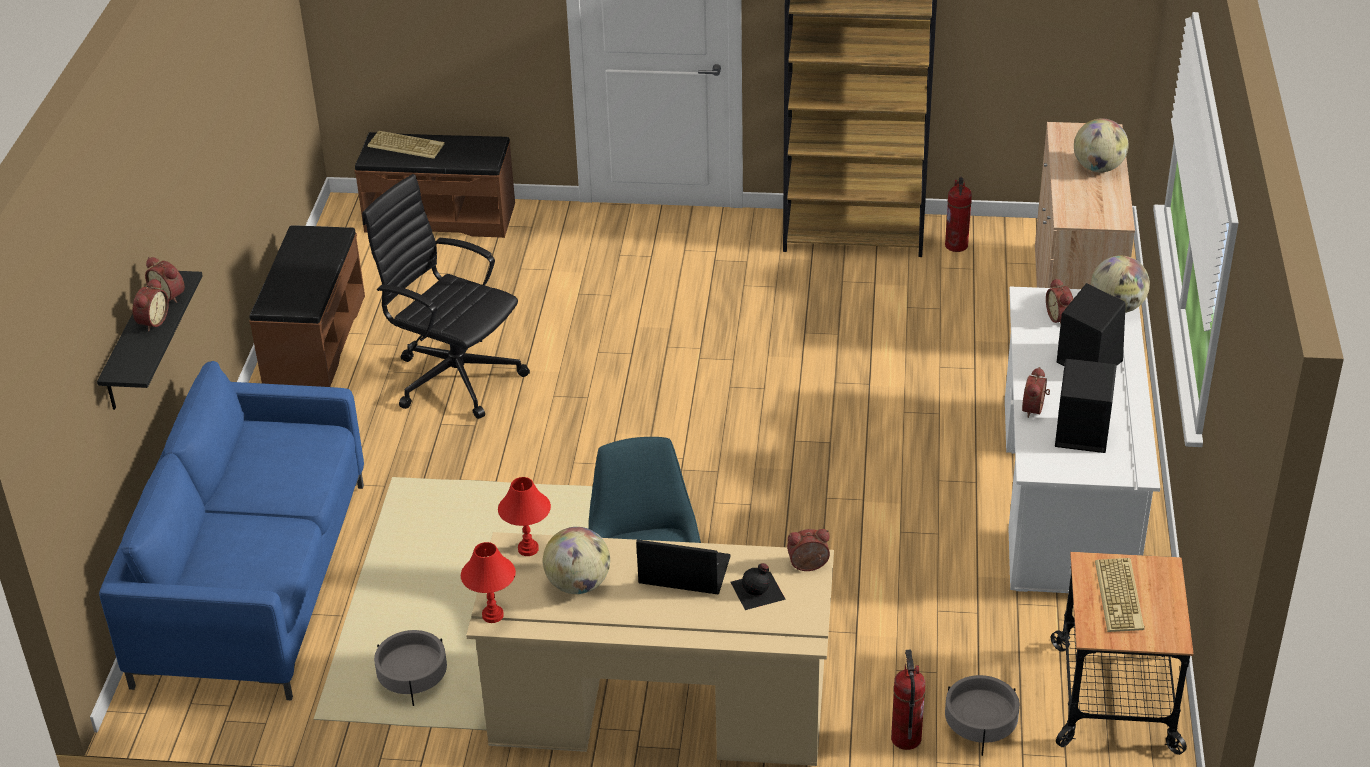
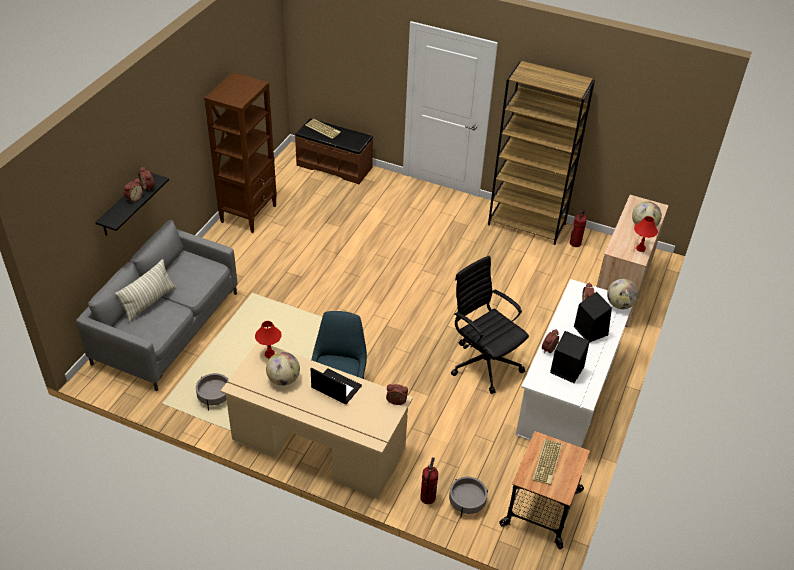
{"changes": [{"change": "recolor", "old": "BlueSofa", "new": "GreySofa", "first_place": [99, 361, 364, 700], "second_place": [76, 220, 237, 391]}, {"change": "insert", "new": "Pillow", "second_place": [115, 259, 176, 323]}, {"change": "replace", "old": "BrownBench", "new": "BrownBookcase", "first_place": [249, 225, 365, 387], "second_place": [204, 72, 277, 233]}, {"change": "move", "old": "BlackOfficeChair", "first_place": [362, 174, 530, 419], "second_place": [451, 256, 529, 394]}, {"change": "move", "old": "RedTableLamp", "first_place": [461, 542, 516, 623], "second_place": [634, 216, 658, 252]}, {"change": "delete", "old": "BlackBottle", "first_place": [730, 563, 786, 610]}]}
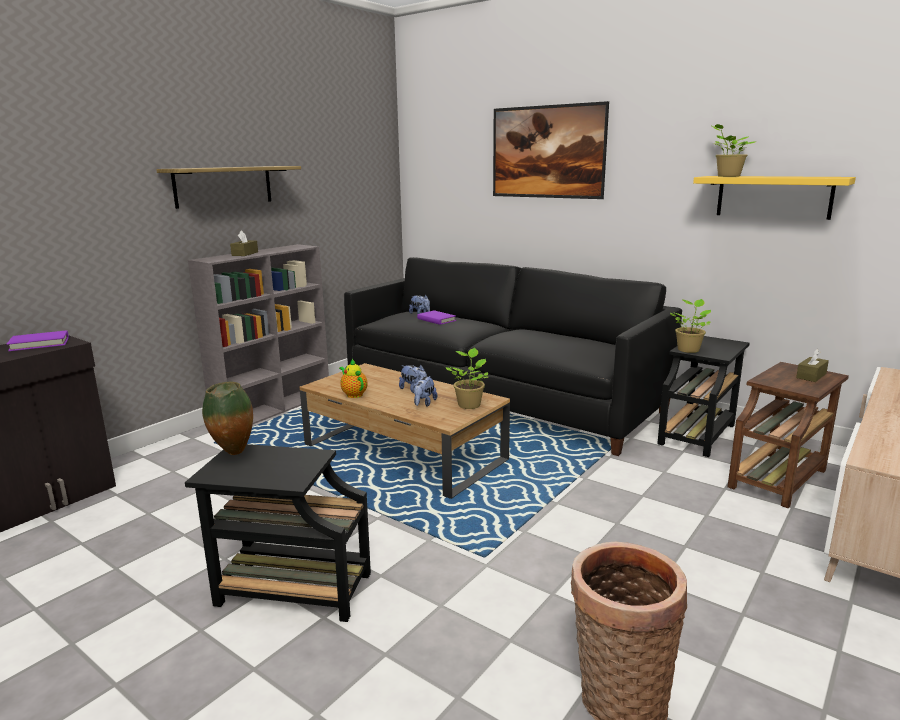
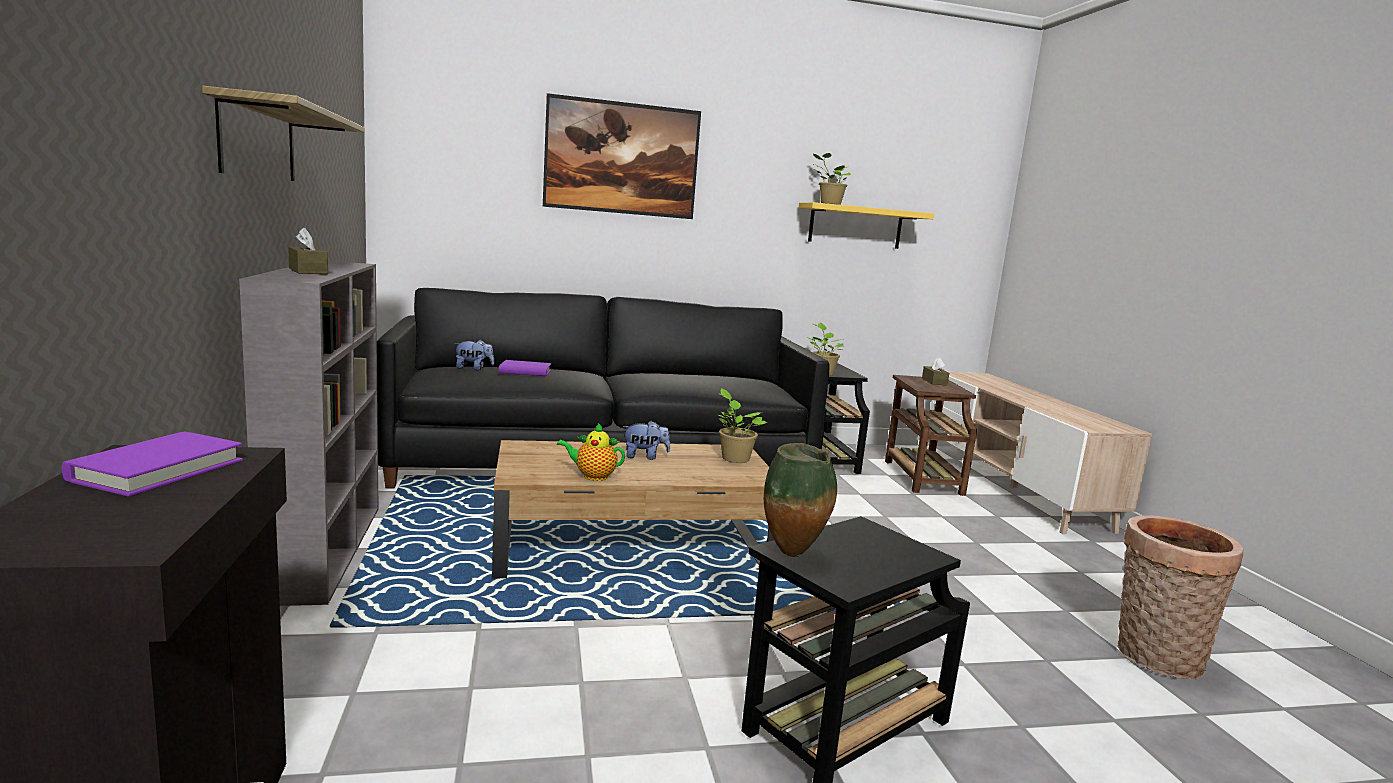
{"changes": [{"change": "delete", "old": "PlushToy", "first_place": [414, 376, 437, 407]}]}
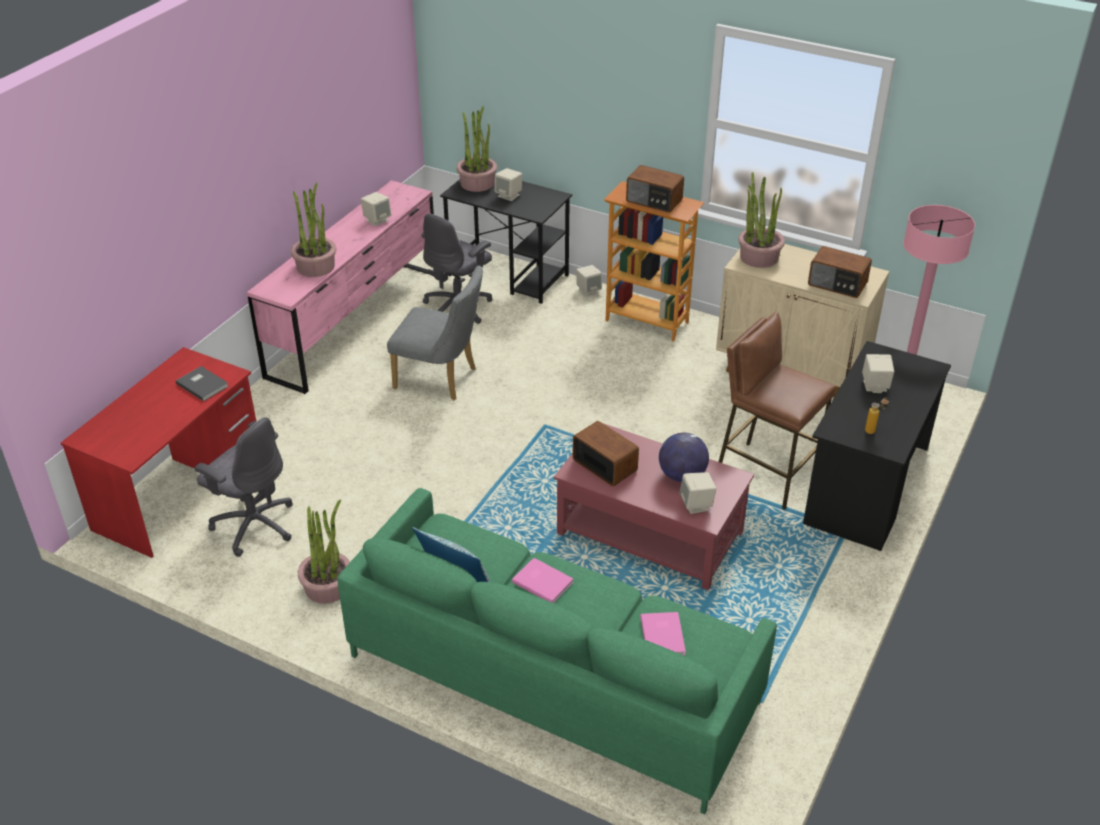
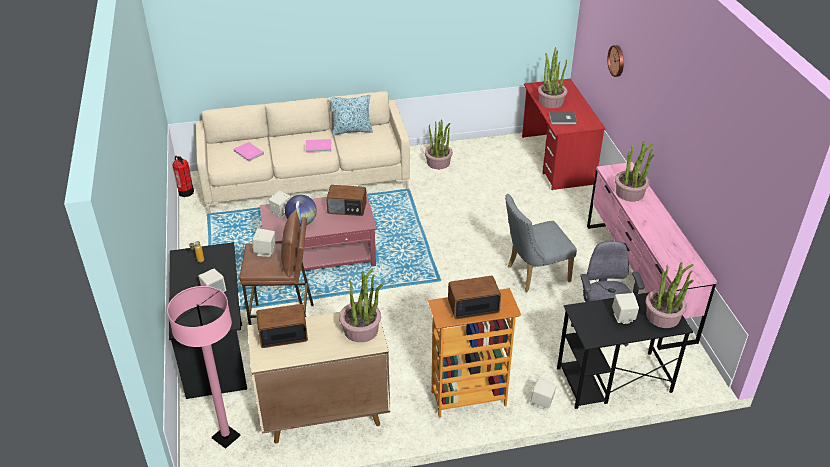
{"changes": [{"change": "insert", "new": "FireExtinguisher", "second_place": [172, 156, 194, 197]}, {"change": "recolor", "old": "GreenSofa", "new": "BeigeSofa", "first_place": [338, 488, 777, 814], "second_place": [196, 91, 410, 214]}, {"change": "move", "old": "BeigeSpeaker", "first_place": [361, 192, 391, 226], "second_place": [252, 228, 275, 257]}, {"change": "insert", "new": "PottedPlant", "second_place": [538, 47, 567, 108]}, {"change": "insert", "new": "WallClock", "second_place": [608, 45, 624, 77]}, {"change": "delete", "old": "GreyOfficeChair", "first_place": [195, 417, 293, 557]}]}
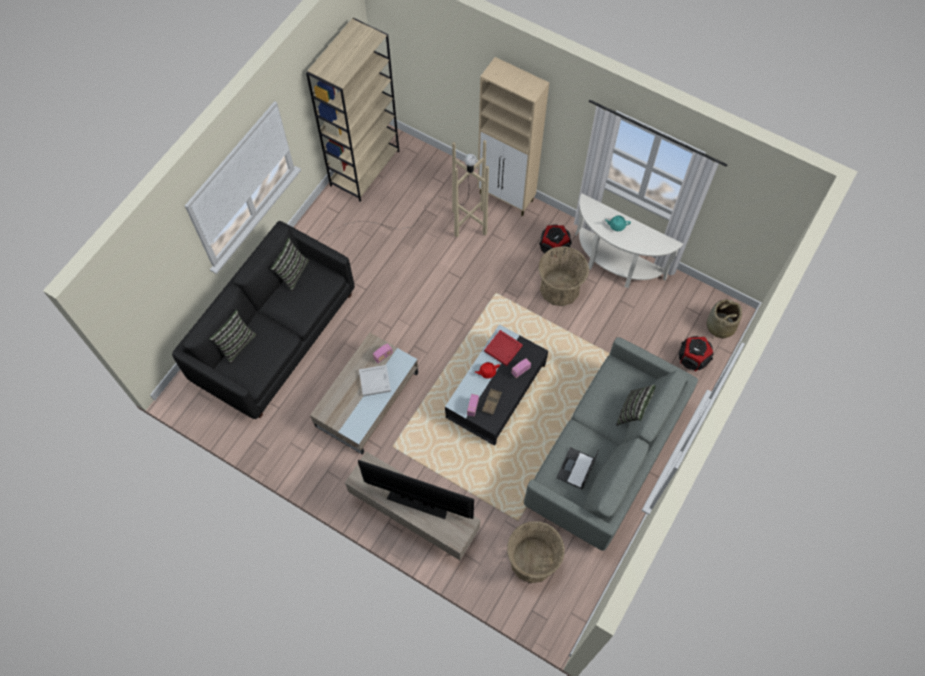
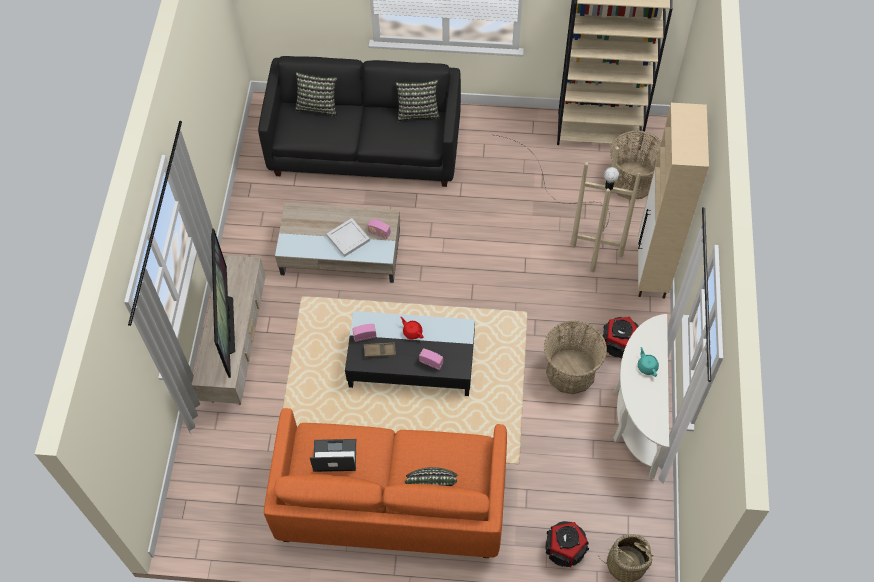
{"changes": [{"change": "recolor", "old": "GreySofa", "new": "OrangeSofa", "first_place": [524, 337, 698, 551], "second_place": [264, 408, 507, 558]}, {"change": "move", "old": "Basket", "first_place": [507, 521, 565, 583], "second_place": [610, 131, 661, 200]}, {"change": "delete", "old": "RedTray", "first_place": [484, 330, 523, 366]}]}
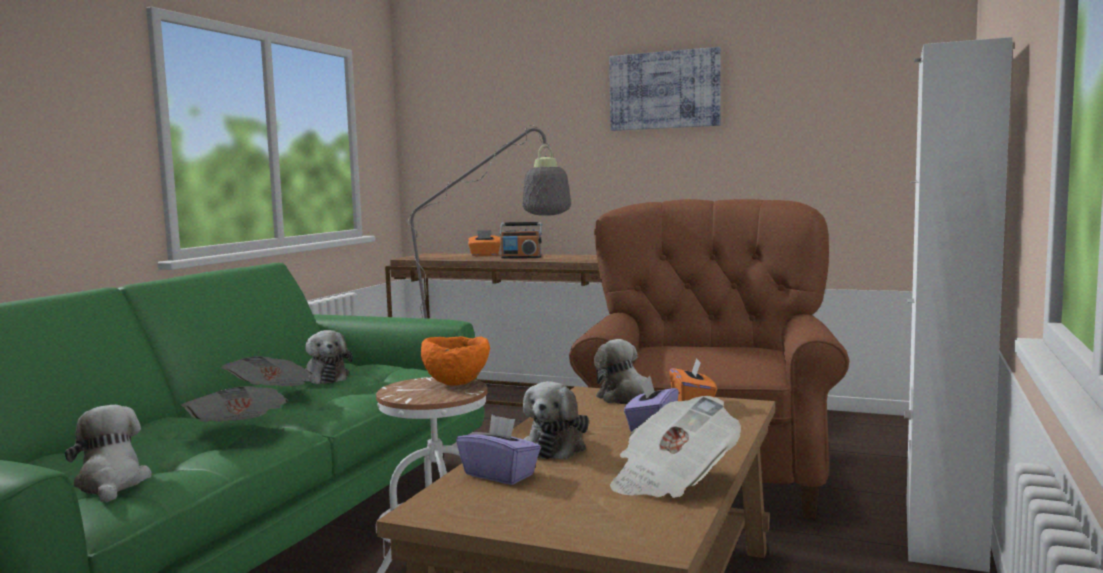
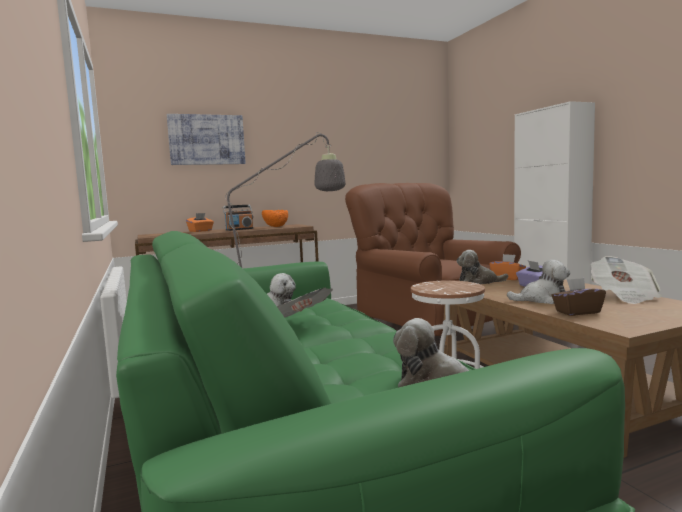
{"changes": [{"change": "move", "old": "Picture", "first_place": [609, 47, 720, 131], "second_place": [167, 114, 246, 165]}, {"change": "move", "old": "OrangeBowl", "first_place": [421, 336, 490, 386], "second_place": [262, 210, 288, 227]}, {"change": "rotate", "old": "PlushToy", "first_place": [523, 381, 589, 460], "second_place": [507, 260, 570, 304], "degrees": -60}, {"change": "recolor", "old": "PurpleTissueBox", "new": "BrownTissueBox", "first_place": [456, 415, 541, 485], "second_place": [551, 278, 606, 316]}, {"change": "delete", "old": "Newspaper", "first_place": [181, 386, 288, 422]}]}
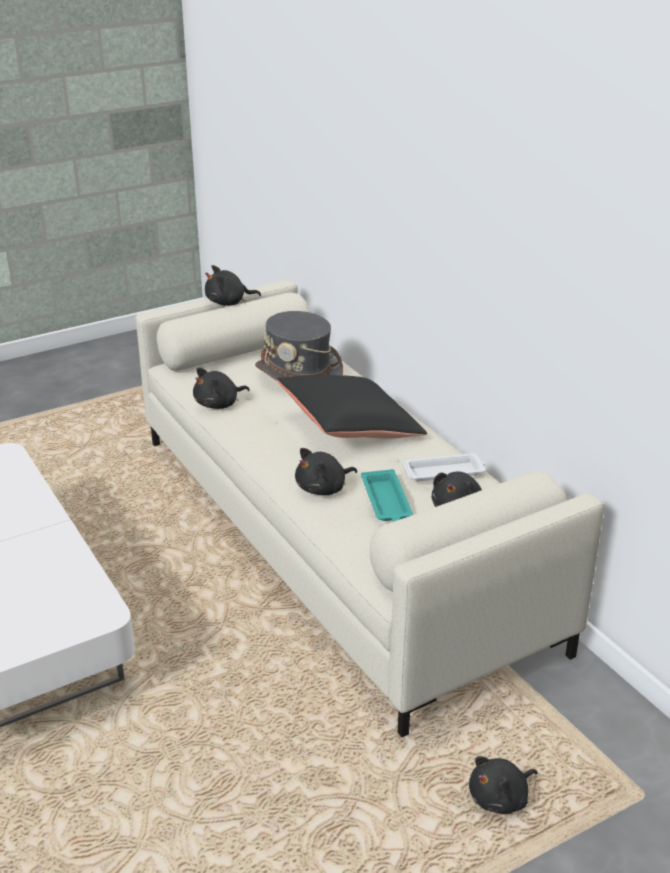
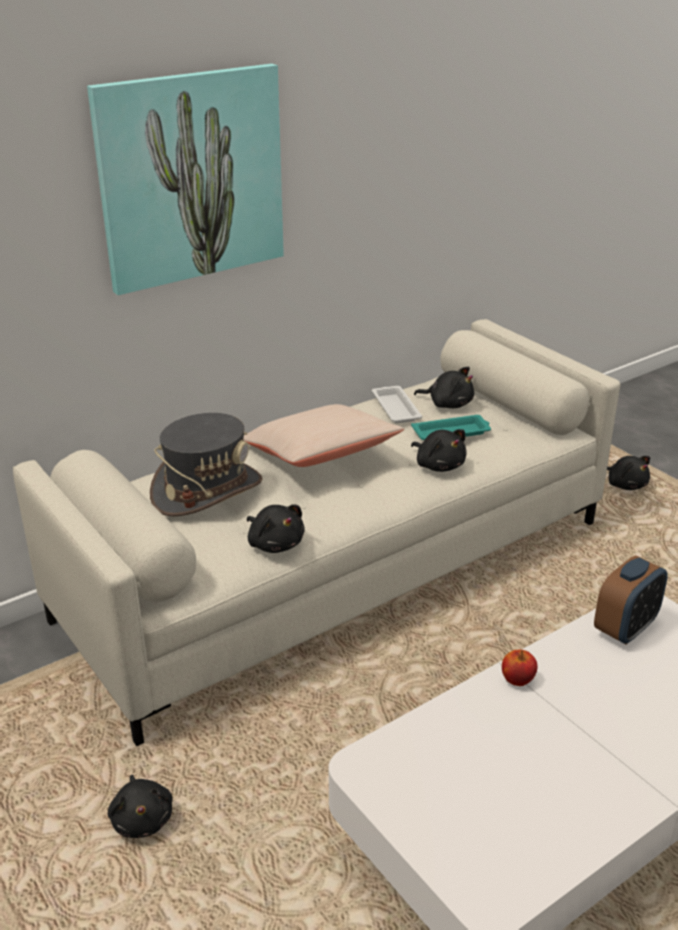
{"changes": [{"change": "insert", "new": "Picture", "second_place": [87, 64, 284, 295]}, {"change": "move", "old": "BlackPlushToy", "first_place": [205, 265, 261, 306], "second_place": [108, 775, 173, 838]}, {"change": "recolor", "old": "BlackPillow", "new": "BeigePillow", "first_place": [277, 375, 427, 439], "second_place": [243, 404, 404, 467]}, {"change": "insert", "new": "Apple", "second_place": [502, 650, 537, 686]}, {"change": "insert", "new": "AlarmClock", "second_place": [594, 556, 668, 645]}]}
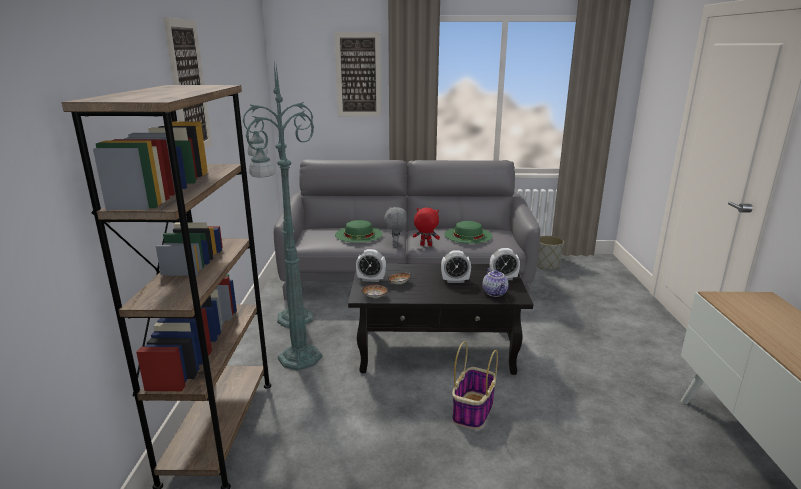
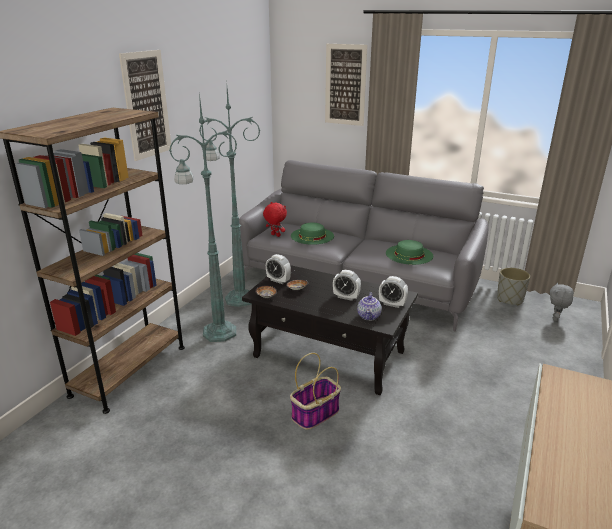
{"changes": [{"change": "move", "old": "RedPlushToy", "first_place": [413, 208, 440, 246], "second_place": [263, 202, 287, 237]}, {"change": "move", "old": "GreyPlushToy", "first_place": [384, 207, 407, 247], "second_place": [550, 282, 574, 321]}]}
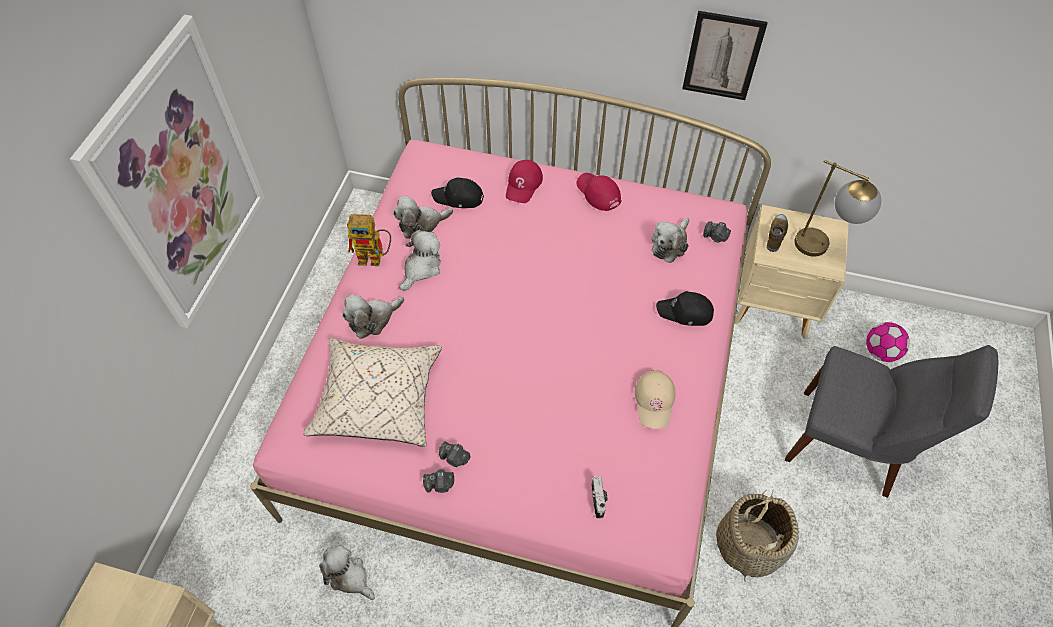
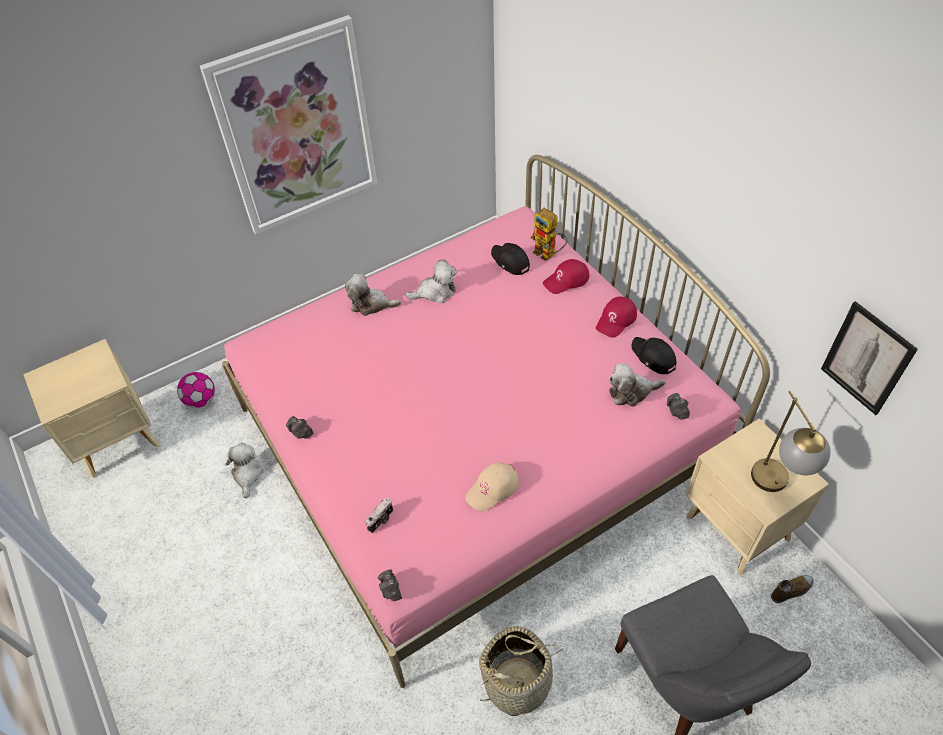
{"changes": [{"change": "move", "old": "Football", "first_place": [866, 322, 910, 362], "second_place": [177, 372, 215, 408]}, {"change": "move", "old": "PhotoCamera", "first_place": [439, 441, 470, 467], "second_place": [378, 570, 402, 601]}, {"change": "move", "old": "ToyRobot", "first_place": [347, 214, 391, 266], "second_place": [530, 208, 567, 261]}, {"change": "rotate", "old": "RedCap", "first_place": [577, 173, 621, 211], "second_place": [596, 297, 637, 338], "degrees": -150}, {"change": "move", "old": "BlackCap", "first_place": [656, 291, 714, 326], "second_place": [632, 337, 677, 374]}, {"change": "move", "old": "Shoe", "first_place": [767, 214, 788, 252], "second_place": [771, 575, 814, 603]}, {"change": "move", "old": "Picture", "first_place": [682, 11, 768, 100], "second_place": [821, 301, 918, 415]}, {"change": "delete", "old": "BeigePillow", "first_place": [303, 338, 442, 447]}, {"change": "delete", "old": "PlushToy", "first_place": [393, 196, 453, 239]}]}
